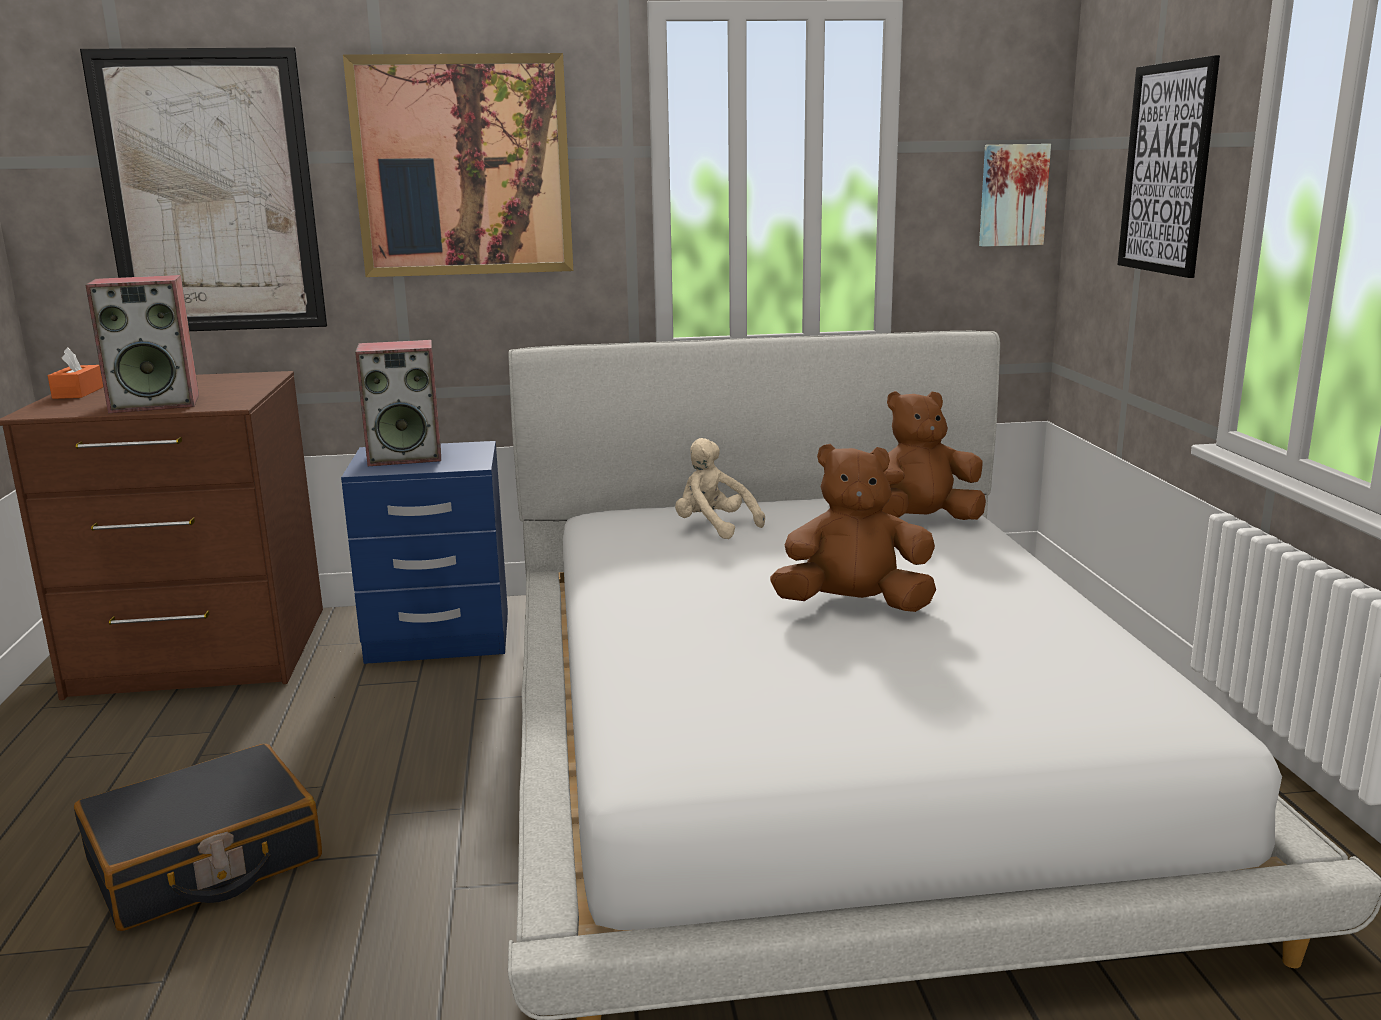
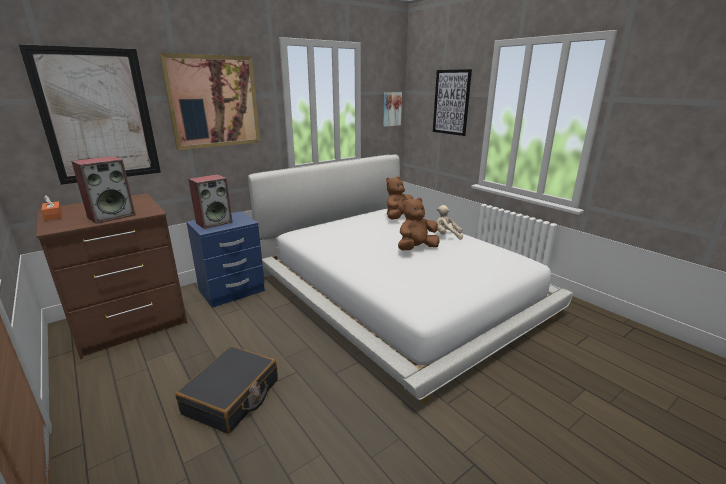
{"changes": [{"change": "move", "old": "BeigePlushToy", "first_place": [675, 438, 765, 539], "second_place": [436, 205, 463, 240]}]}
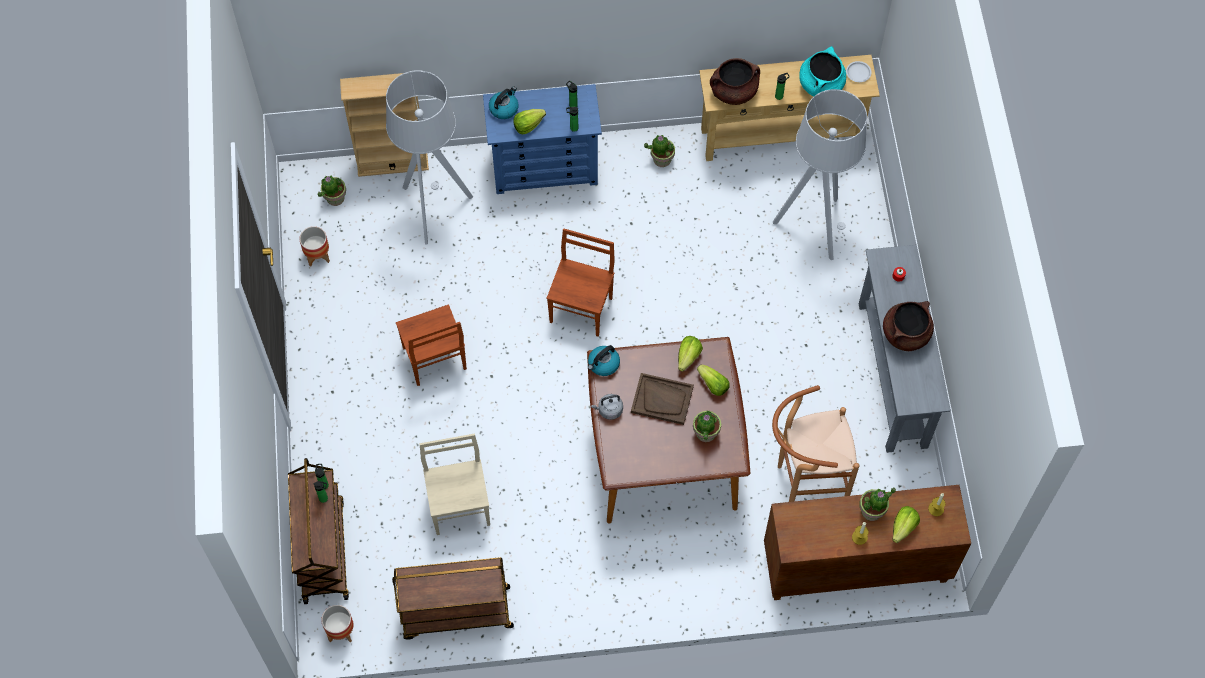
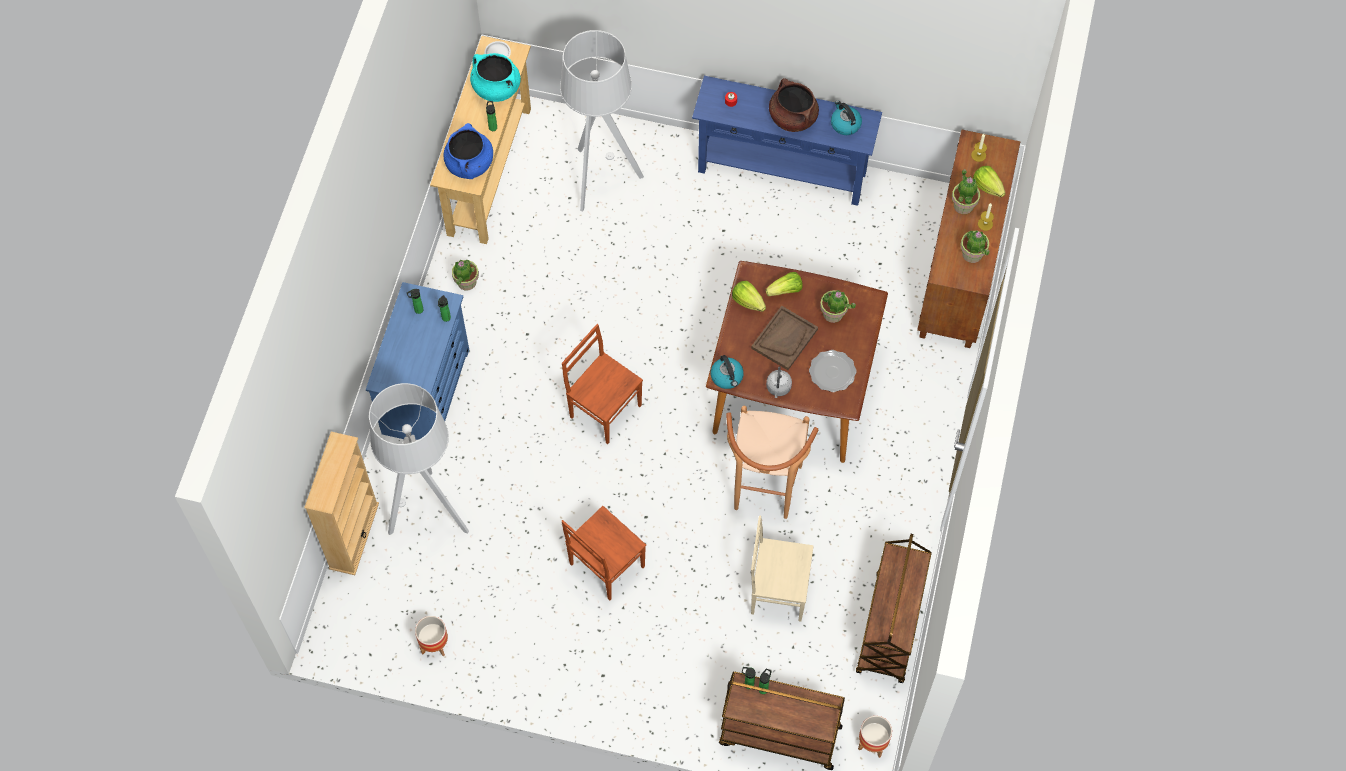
{"changes": [{"change": "recolor", "old": "BrownCookingPot", "new": "BlueCookingPot", "first_place": [710, 58, 760, 105], "second_place": [443, 123, 493, 179]}, {"change": "rotate", "old": "BrownChair", "first_place": [396, 304, 467, 386], "second_place": [562, 506, 646, 601], "degrees": 135}, {"change": "recolor", "old": "GreyConsoleTable", "new": "BlueConsoleTable", "first_place": [859, 245, 951, 453], "second_place": [692, 76, 882, 206]}, {"change": "move", "old": "BrownStool", "first_place": [772, 385, 859, 502], "second_place": [726, 406, 818, 519]}, {"change": "insert", "new": "Plate", "second_place": [809, 350, 856, 392]}, {"change": "move", "old": "Kettle", "first_place": [489, 86, 519, 119], "second_place": [831, 100, 862, 135]}, {"change": "move", "old": "PottedPlant", "first_place": [318, 175, 346, 206], "second_place": [961, 230, 990, 263]}, {"change": "delete", "old": "Lettuce", "first_place": [513, 109, 546, 135]}]}
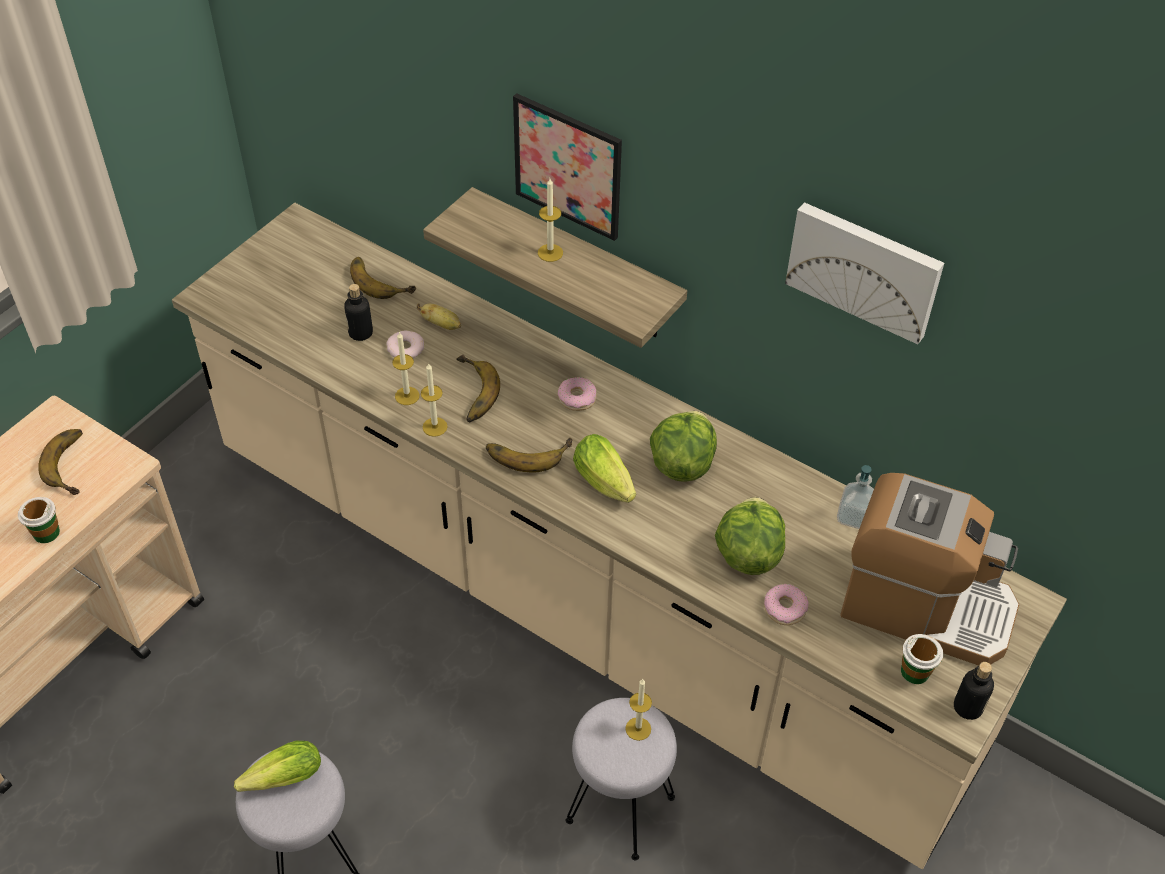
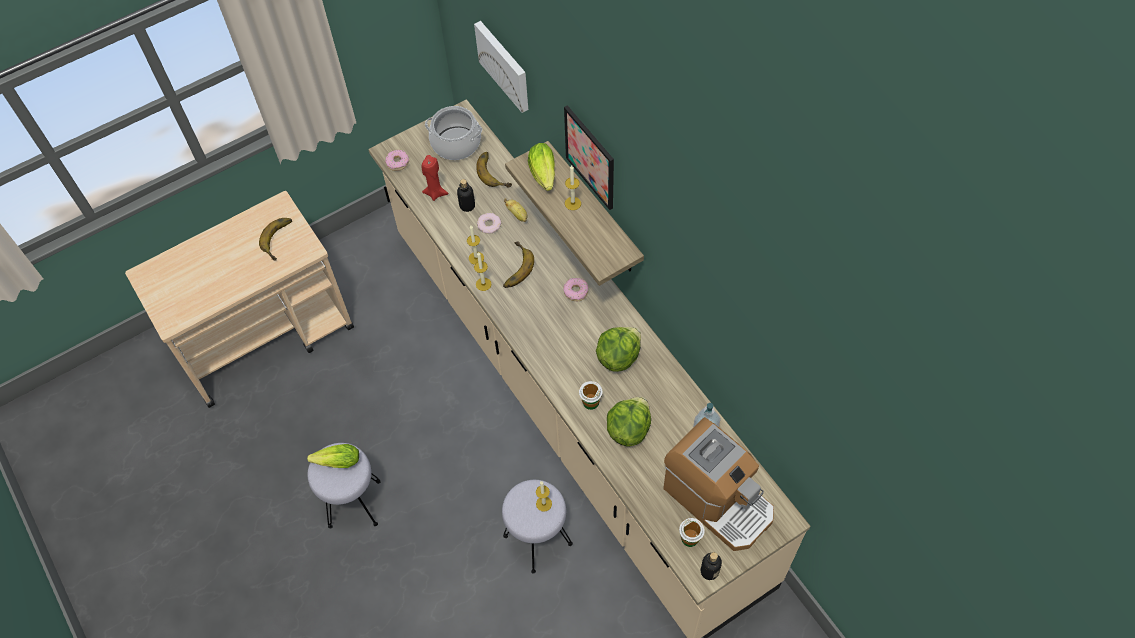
{"changes": [{"change": "move", "old": "Donut", "first_place": [764, 584, 808, 625], "second_place": [385, 150, 409, 171]}, {"change": "insert", "new": "RedCandle", "second_place": [422, 155, 448, 201]}, {"change": "insert", "new": "CookingPot", "second_place": [425, 106, 482, 160]}, {"change": "move", "old": "Picture", "first_place": [785, 202, 944, 344], "second_place": [474, 21, 528, 113]}, {"change": "move", "old": "Lettuce", "first_place": [573, 434, 636, 503], "second_place": [528, 143, 555, 191]}, {"change": "move", "old": "Cup", "first_place": [18, 497, 60, 543], "second_place": [579, 381, 602, 410]}, {"change": "delete", "old": "Banana", "first_place": [486, 438, 572, 473]}]}
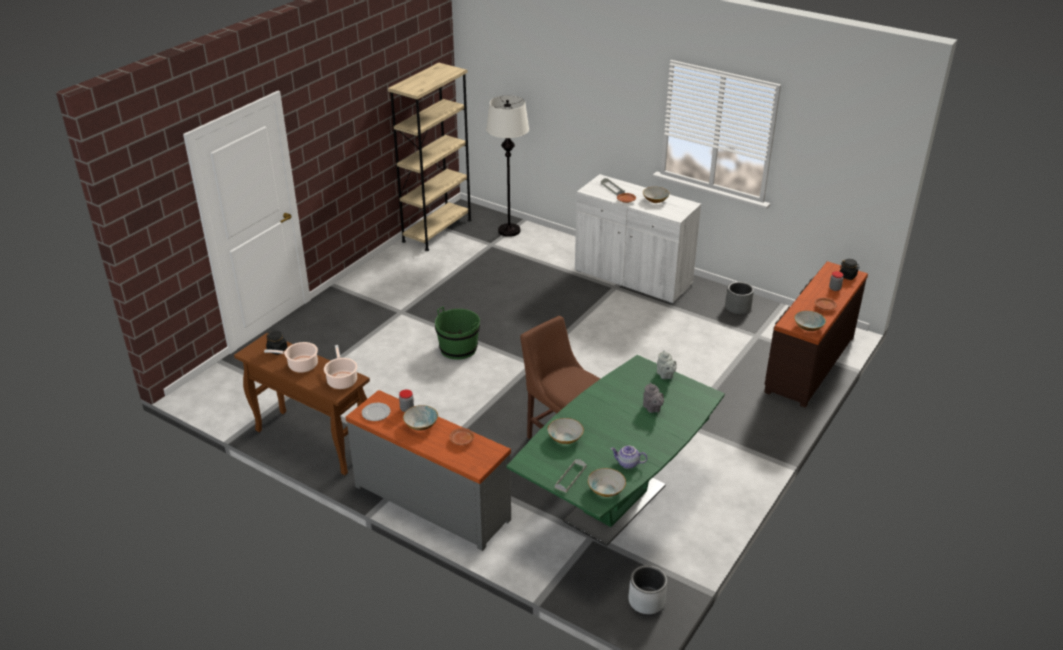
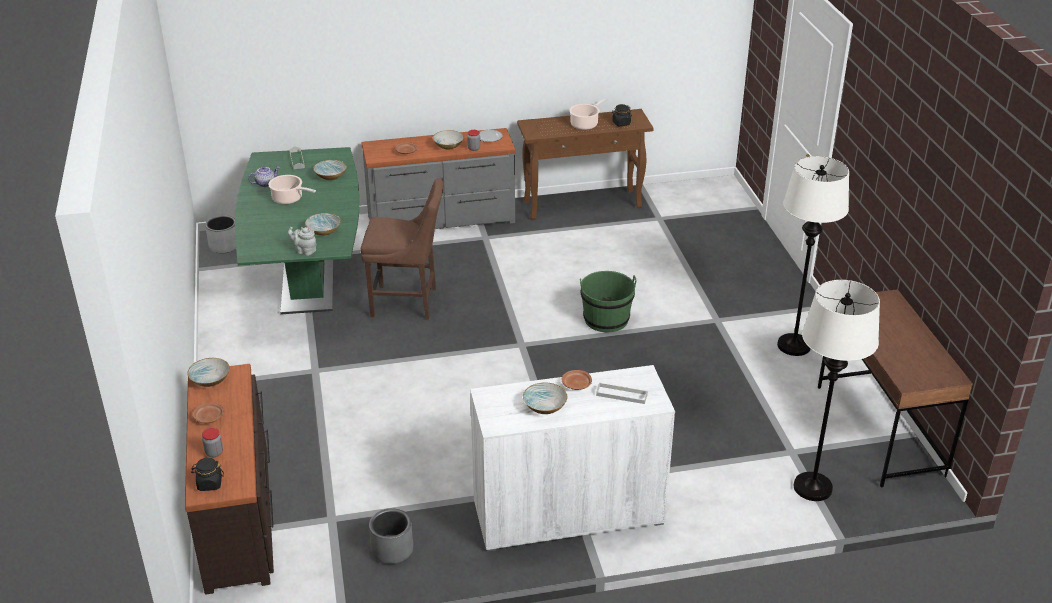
{"changes": [{"change": "move", "old": "CookingPot", "first_place": [324, 345, 357, 389], "second_place": [268, 175, 316, 204]}, {"change": "move", "old": "Bowl", "first_place": [588, 468, 626, 497], "second_place": [305, 213, 341, 236]}, {"change": "insert", "new": "WhiteFloorLamp", "second_place": [777, 156, 849, 356]}, {"change": "replace", "old": "BeigeBookcase", "new": "BrownDesk", "first_place": [388, 63, 472, 251], "second_place": [818, 289, 973, 487]}, {"change": "delete", "old": "GreyTeapot", "first_place": [643, 383, 664, 413]}]}
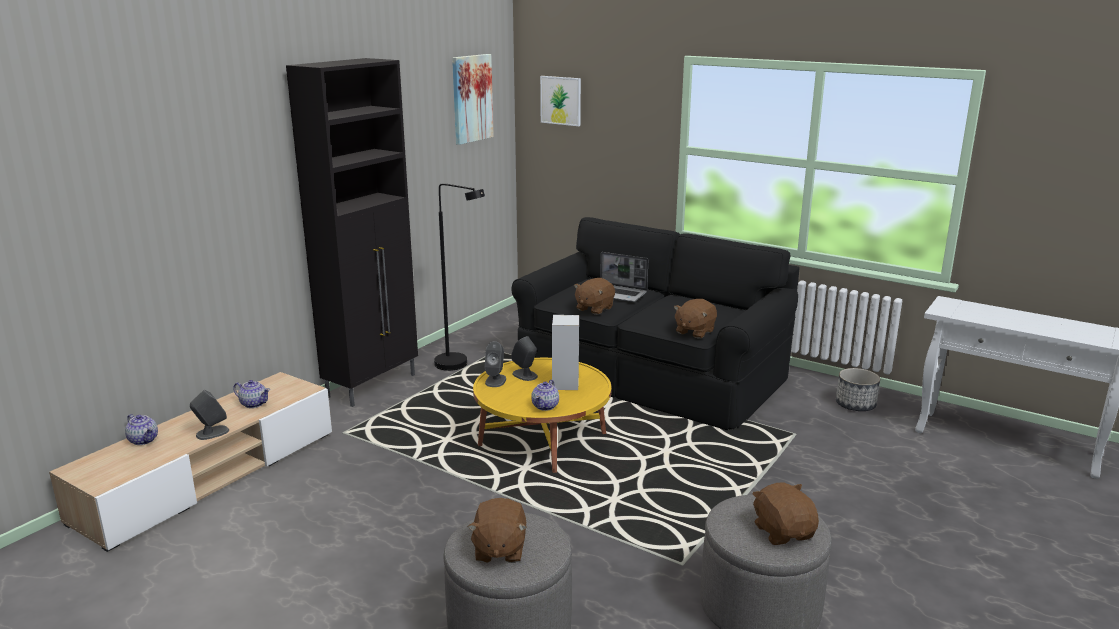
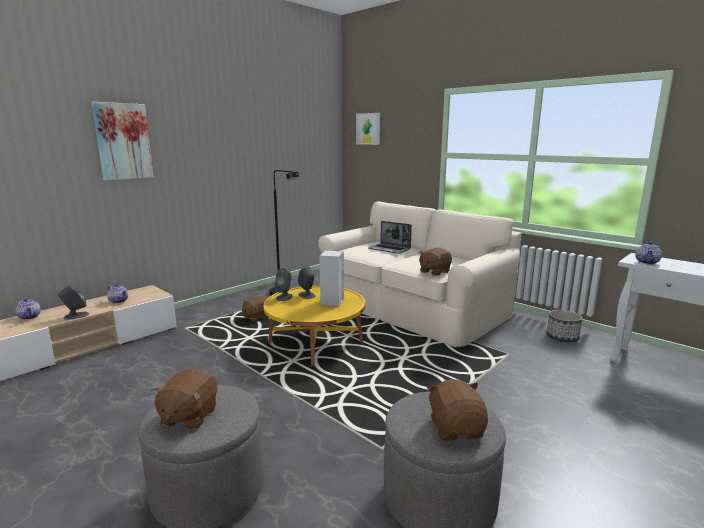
{"changes": [{"change": "move", "old": "Picture", "first_place": [452, 54, 494, 145], "second_place": [92, 102, 154, 180]}, {"change": "move", "old": "BrownPlushToy", "first_place": [574, 278, 615, 315], "second_place": [242, 296, 269, 322]}, {"change": "recolor", "old": "BlackSofa", "new": "BeigeSofa", "first_place": [512, 217, 800, 430], "second_place": [318, 202, 521, 347]}, {"change": "move", "old": "Teapot", "first_place": [531, 380, 559, 411], "second_place": [635, 242, 662, 264]}, {"change": "delete", "old": "BlackCabinet", "first_place": [286, 58, 418, 407]}]}
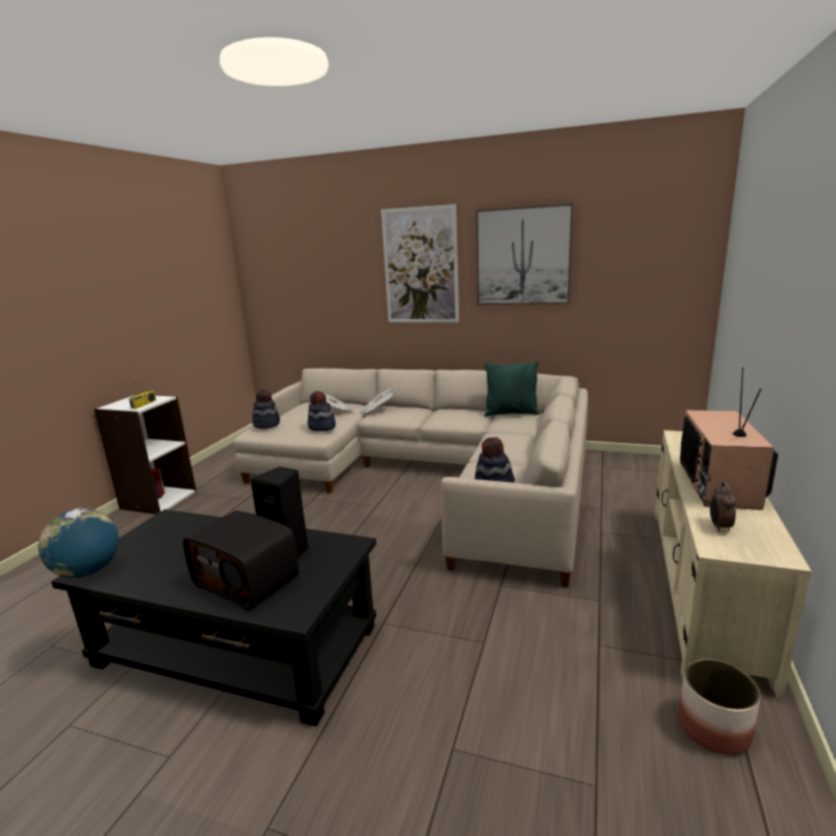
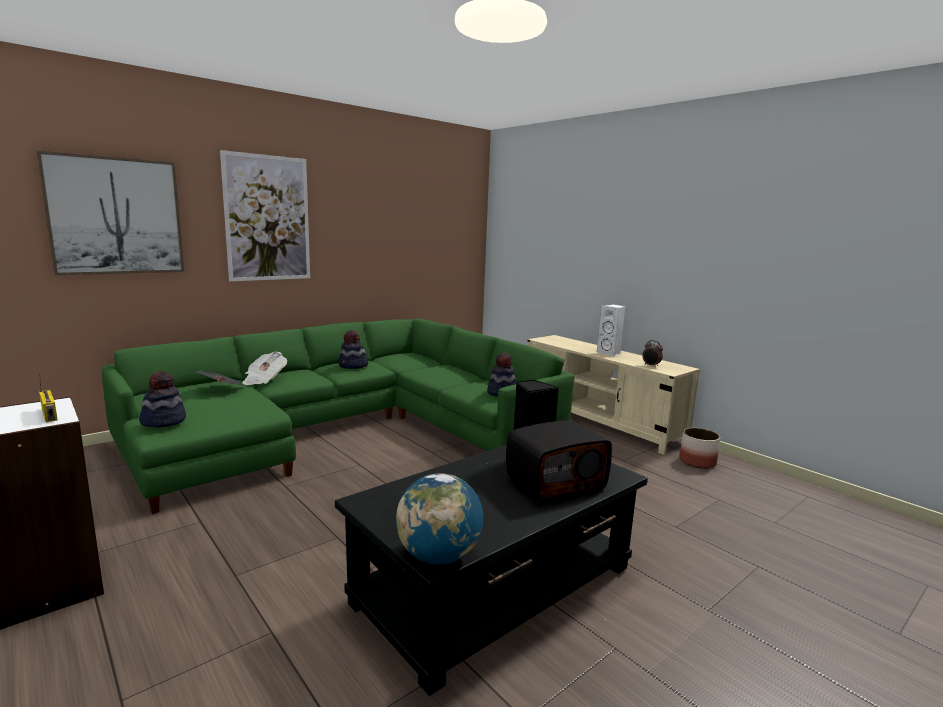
{"changes": [{"change": "move", "old": "Picture", "first_place": [476, 203, 574, 305], "second_place": [36, 150, 184, 275]}, {"change": "recolor", "old": "BeigeSofa", "new": "GreenSofa", "first_place": [233, 368, 588, 588], "second_place": [102, 319, 575, 514]}, {"change": "move", "old": "Hat", "first_place": [307, 391, 336, 431], "second_place": [339, 331, 368, 369]}, {"change": "replace", "old": "Television", "new": "WhiteSpeaker", "first_place": [680, 367, 778, 510], "second_place": [596, 304, 625, 356]}, {"change": "delete", "old": "GreenPillow", "first_place": [484, 362, 539, 417]}]}
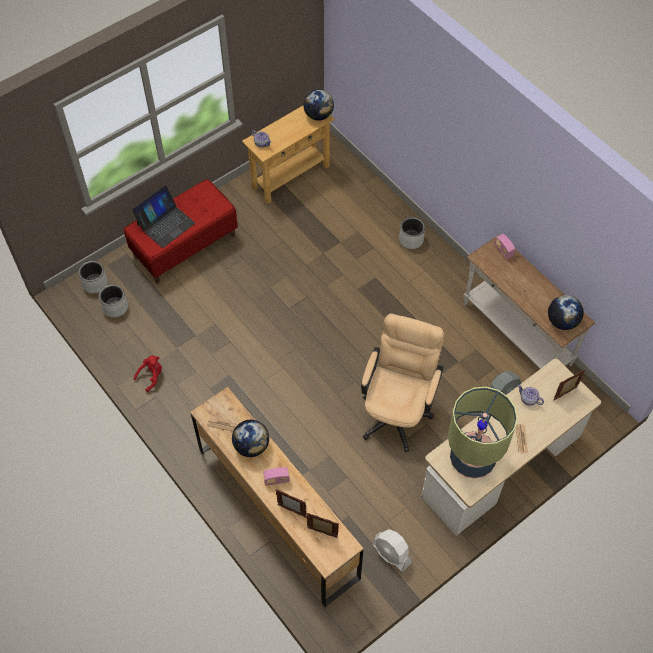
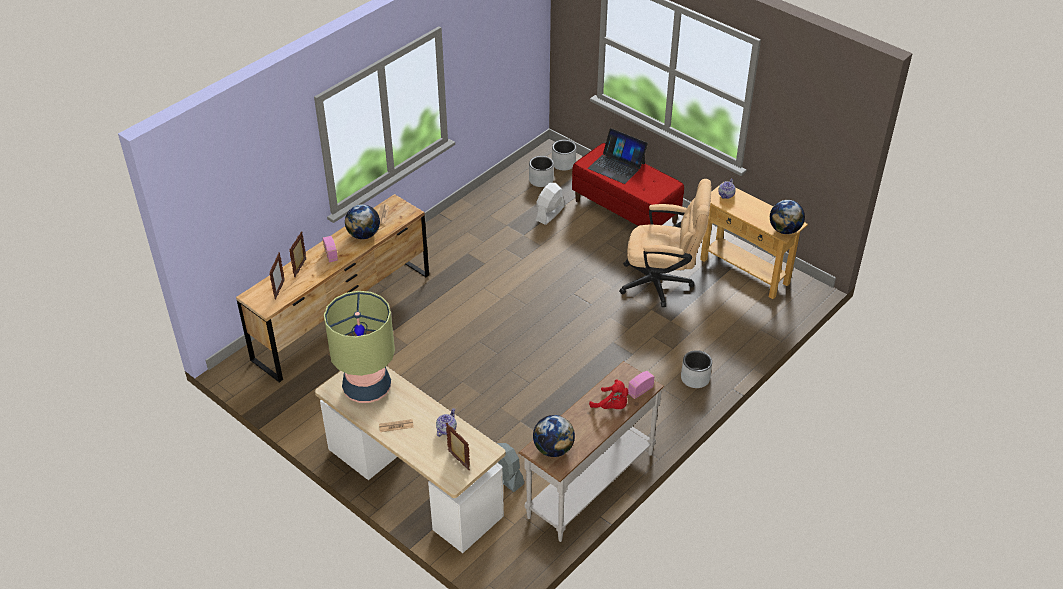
{"changes": [{"change": "move", "old": "WhiteFan", "first_place": [372, 529, 412, 572], "second_place": [536, 183, 565, 225]}, {"change": "move", "old": "RedPlushToy", "first_place": [134, 356, 162, 392], "second_place": [589, 380, 628, 409]}, {"change": "move", "old": "BeigeOfficeChair", "first_place": [361, 314, 444, 452], "second_place": [619, 179, 711, 307]}]}
